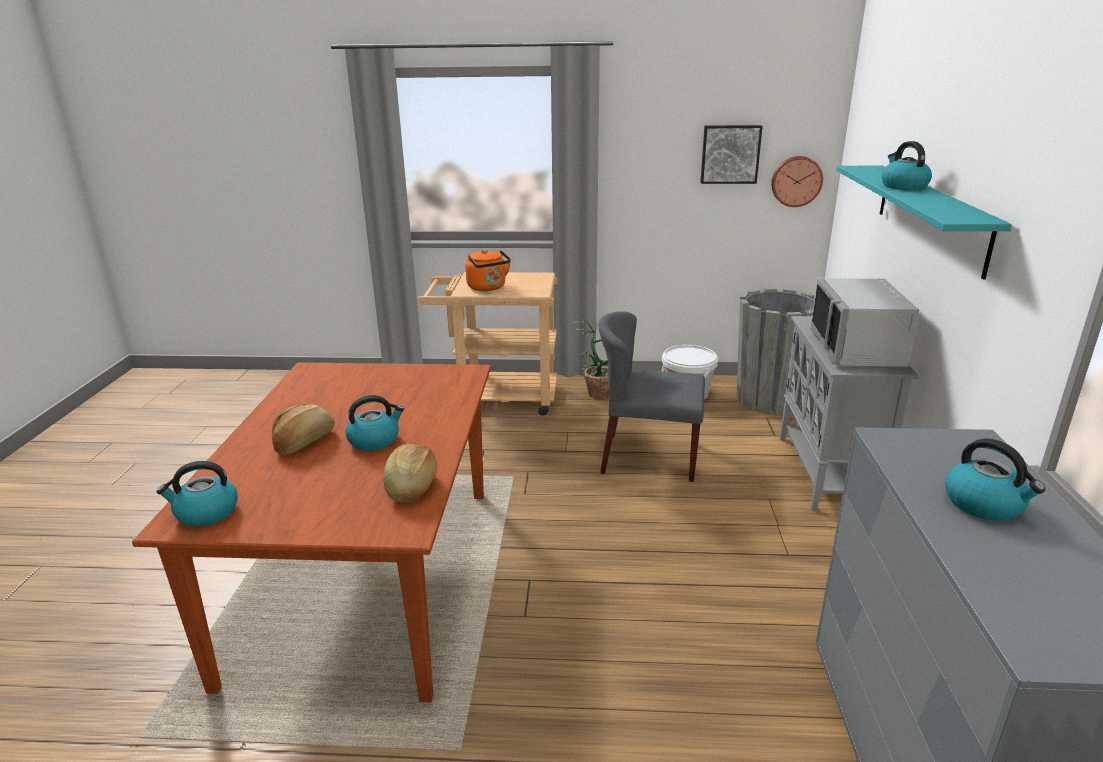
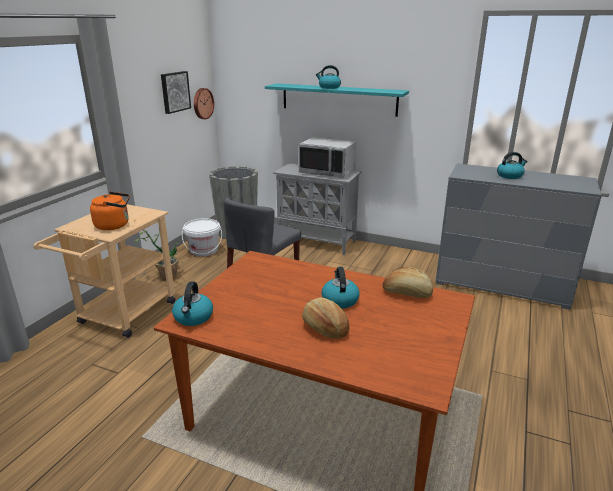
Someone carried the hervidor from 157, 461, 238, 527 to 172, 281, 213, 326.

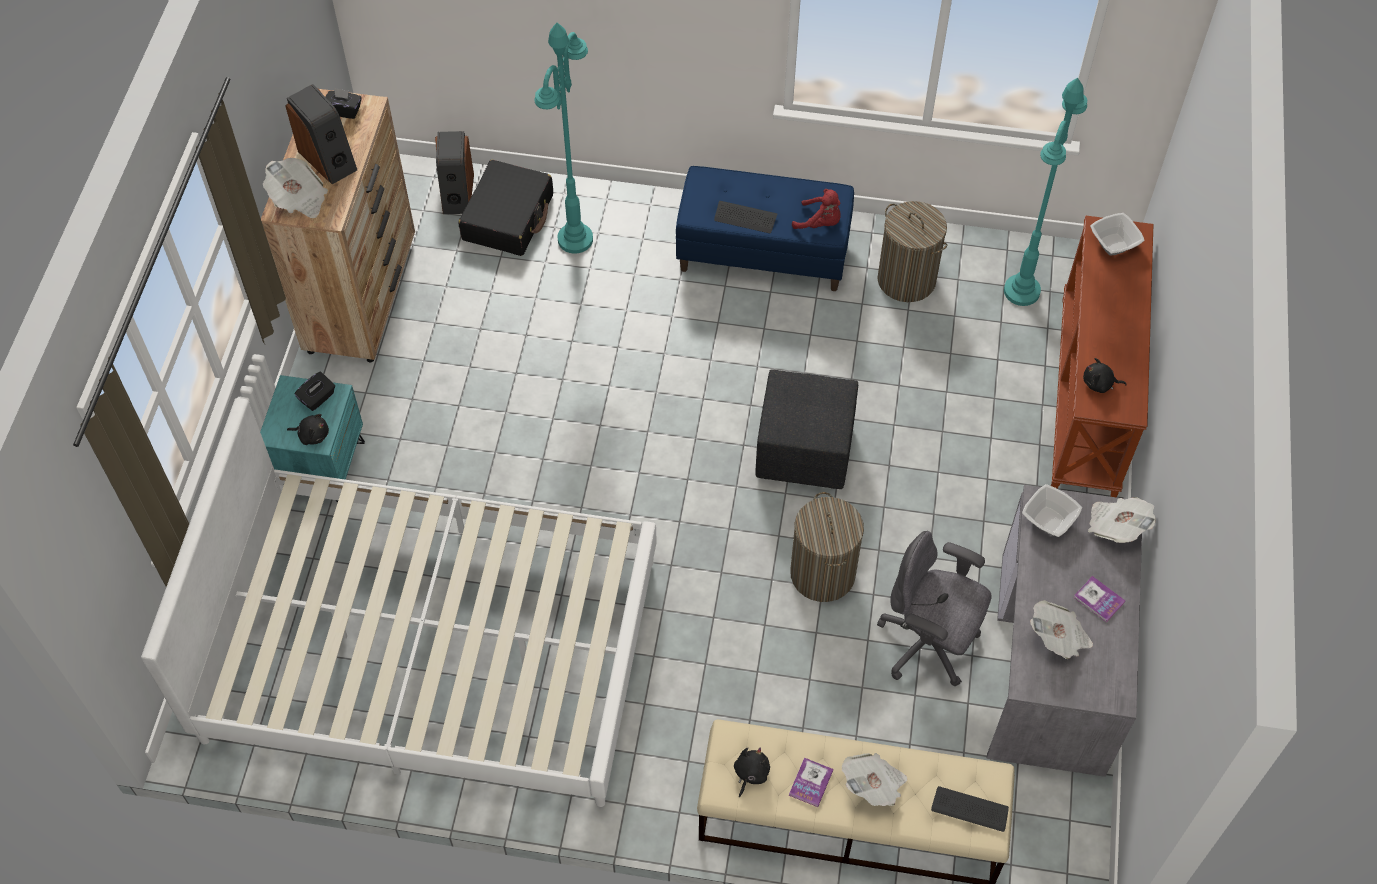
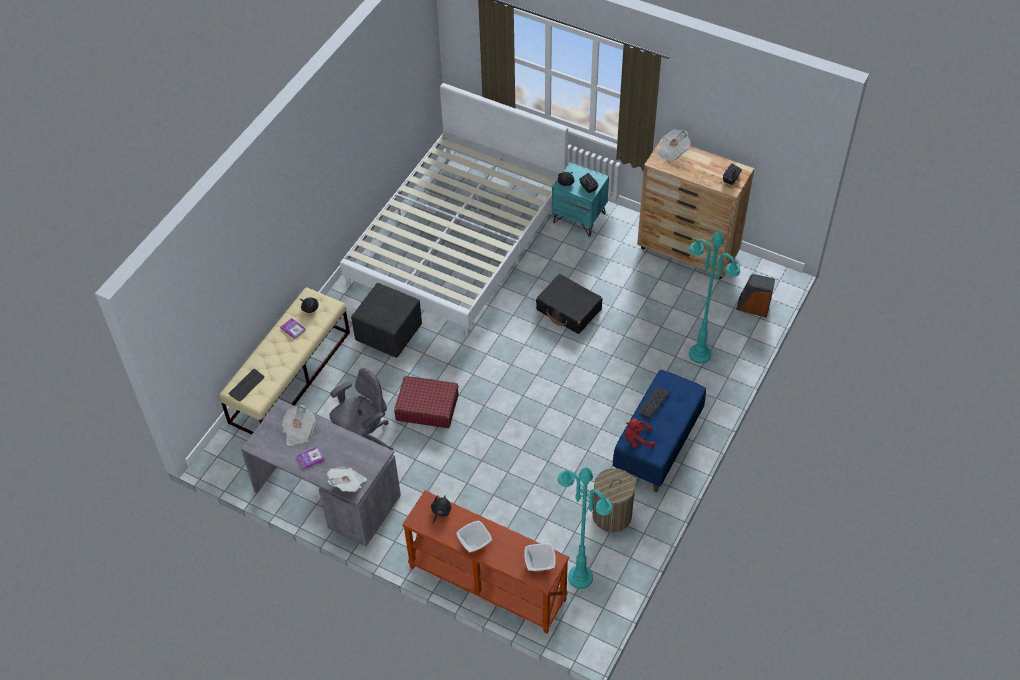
Someone took away the altavoz at 285, 84, 357, 184. Someone carried the maleta [negro] from 458, 160, 553, 256 to 536, 274, 603, 334. Someone carried the puf [negro] from 755, 369, 858, 489 to 351, 283, 422, 358. Someone swapped the cesto de la ropa at 790, 492, 864, 602 for the maleta [rojo] at 394, 376, 459, 428. Someone rotated the peluche [rojo] at 792, 189, 841, 229 by 45 degrees clockwise. Someone took away the periódico at 842, 753, 907, 806. Someone carried the cuenco from 1022, 484, 1082, 537 to 456, 520, 492, 552.

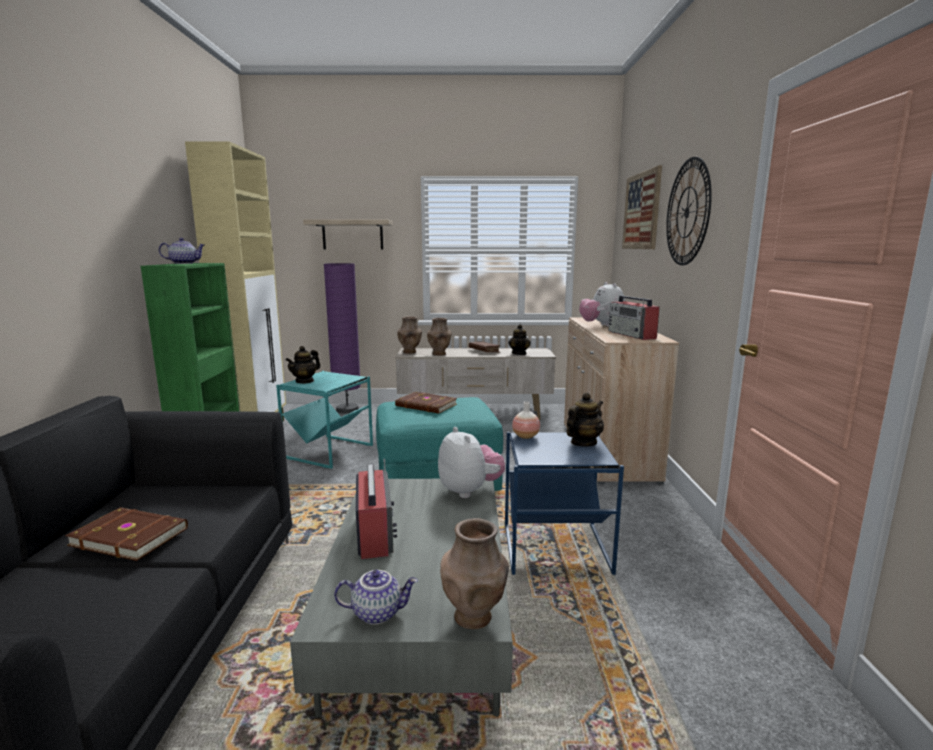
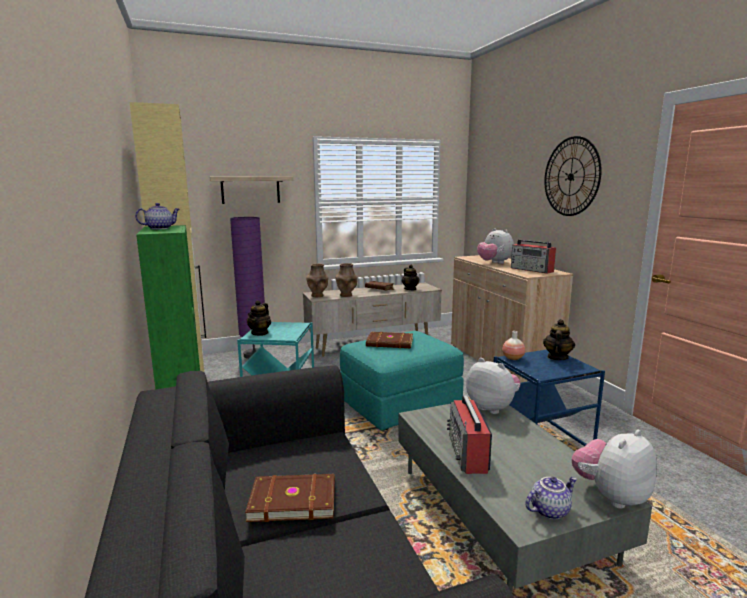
Someone rotated the radio at 356, 459, 397, 559 by 150 degrees counterclockwise. Someone swapped the florero [marrón] at 440, 518, 509, 629 for the peluche at 572, 430, 657, 509. Someone took away the cuadro at 622, 165, 662, 249.

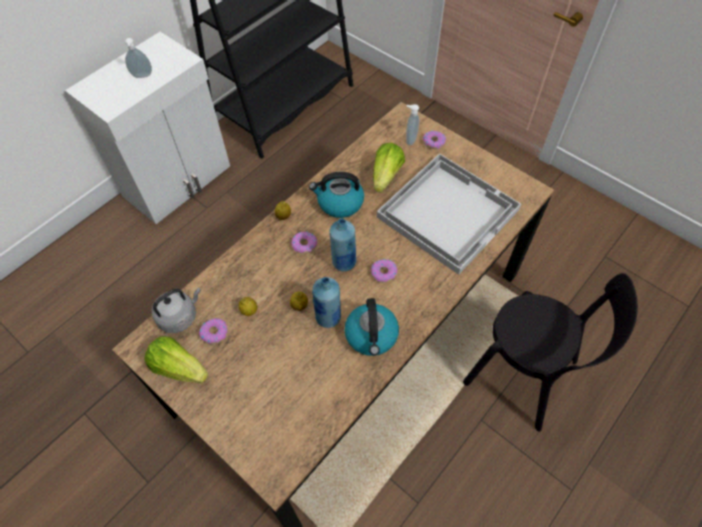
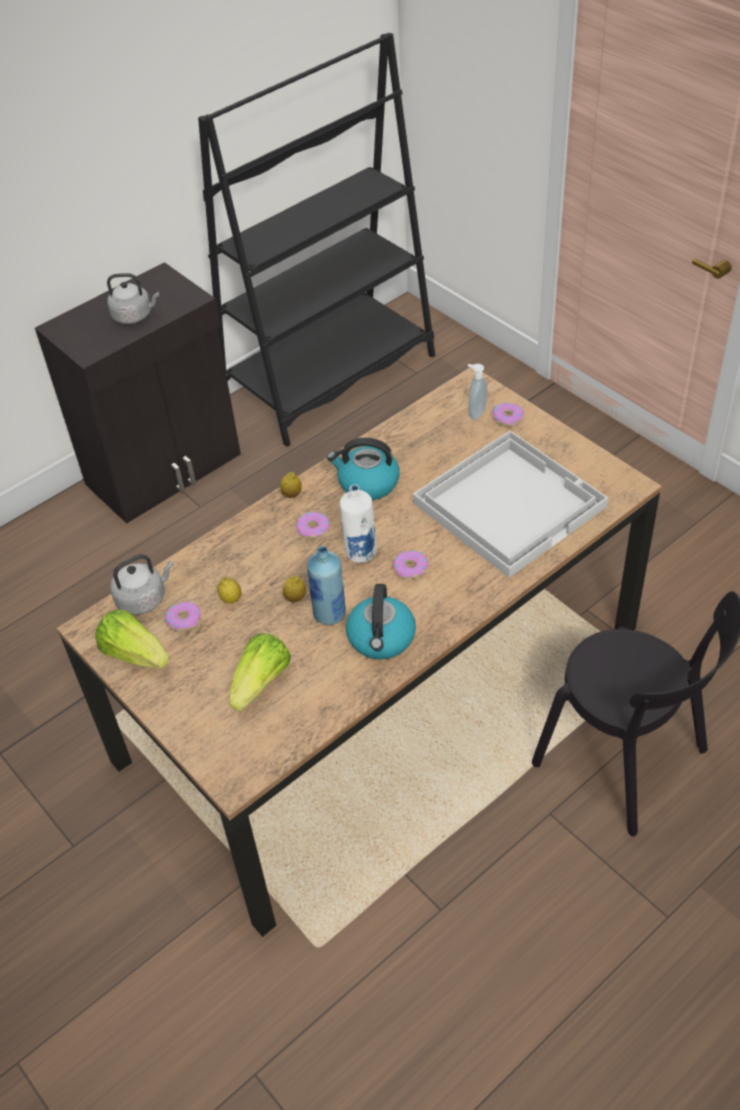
Someone repainted the armario [blanco] at 65, 32, 230, 224, which became the armario [negro] at 35, 262, 241, 524. Someone swapped the dispensador de jabón at 125, 38, 152, 78 for the hervidor [gris] at 107, 273, 159, 324. Someone repainted the botella [azul] at 329, 218, 356, 272, which became the botella [blanco] at 340, 484, 377, 563. Someone carried the lechuga from 373, 143, 405, 193 to 229, 634, 291, 711.

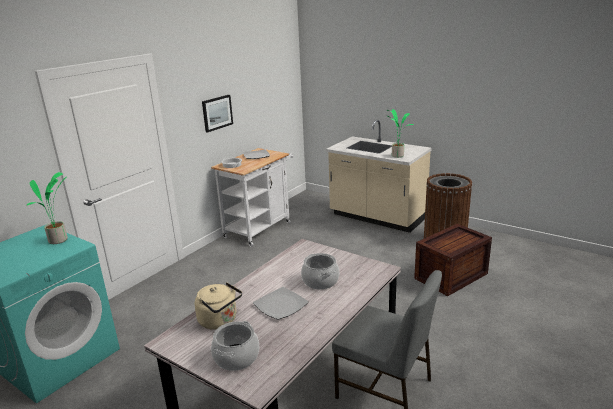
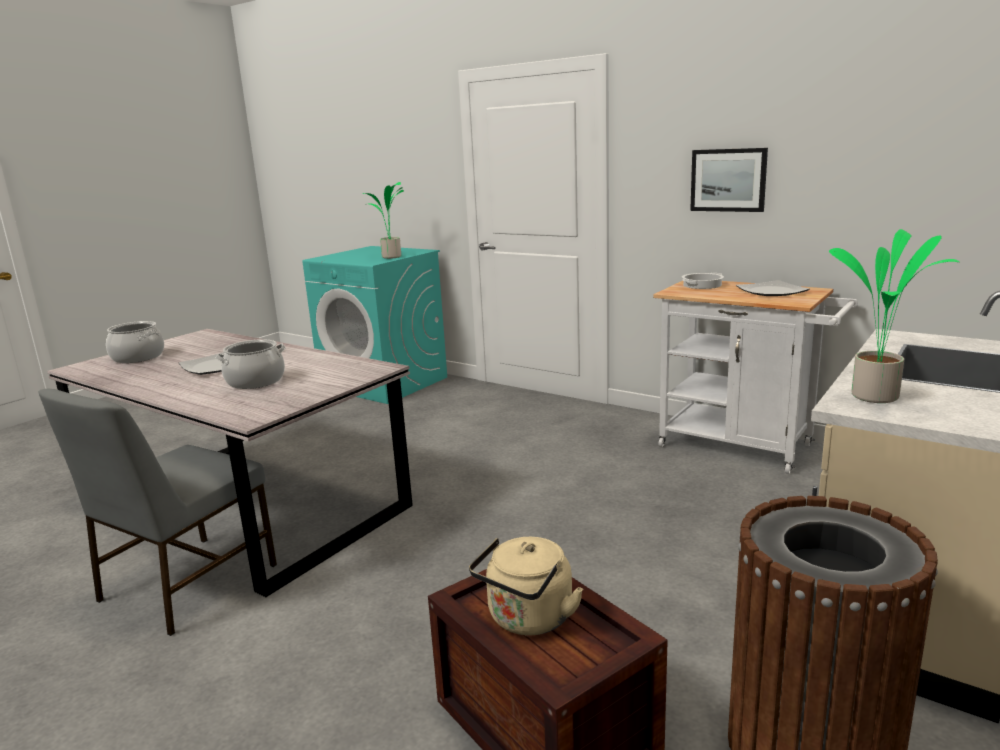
Someone carried the hervidor [beis] from 195, 282, 242, 330 to 469, 537, 583, 635.

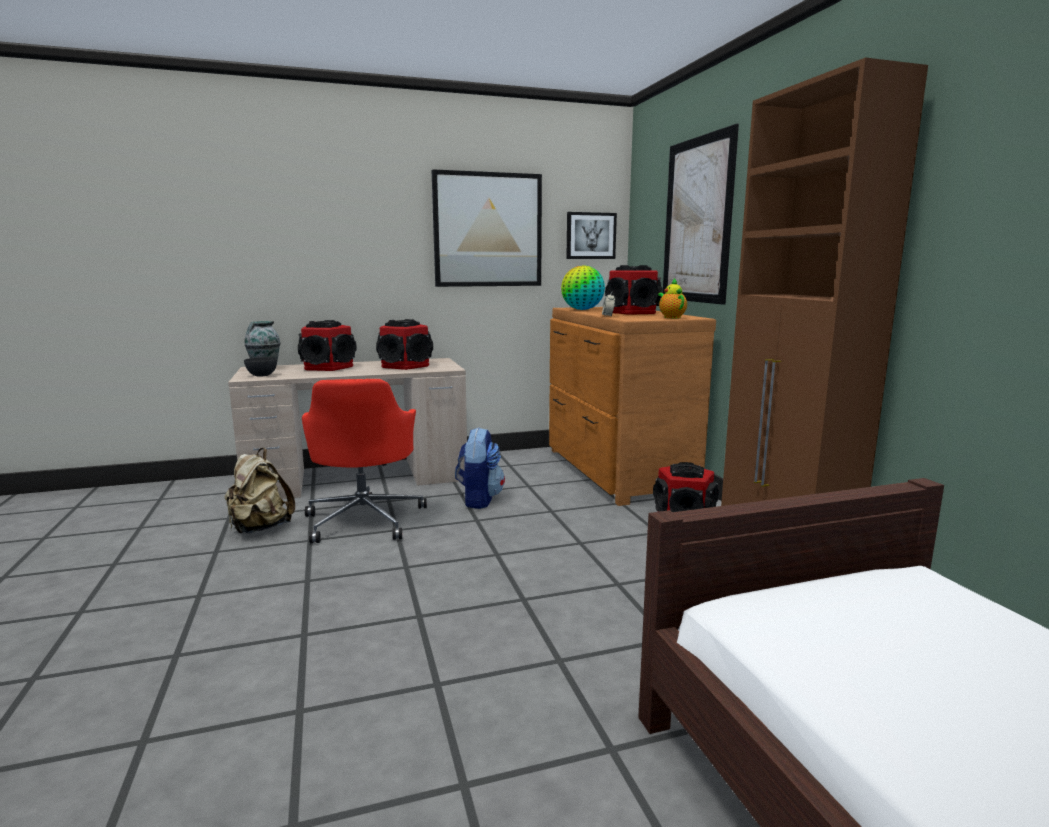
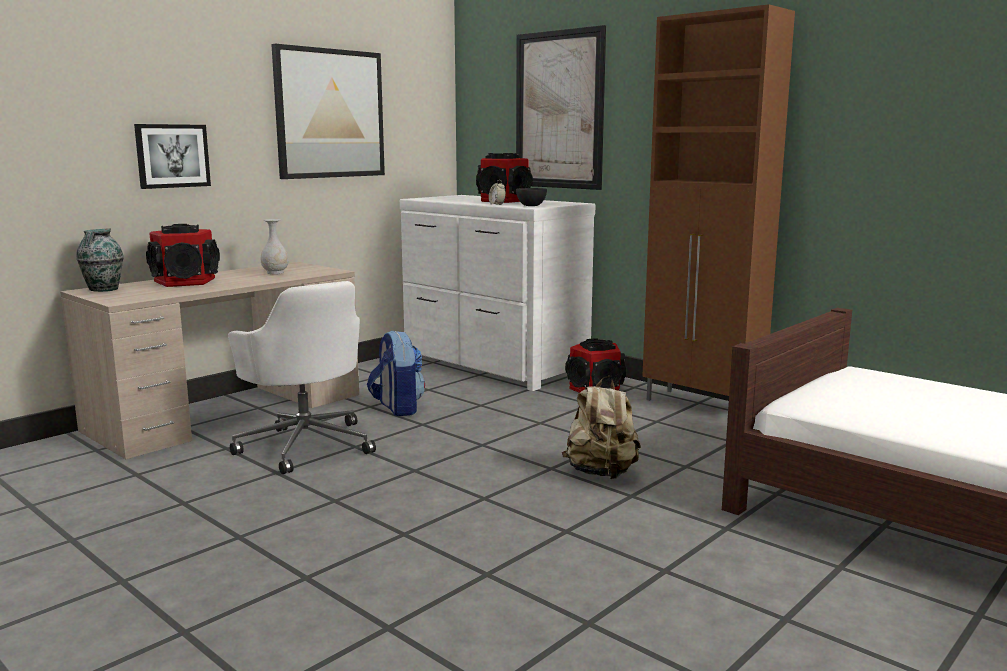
Someone carried the mochila [beis] from 224, 448, 295, 534 to 562, 376, 641, 479. Someone carried the cuenco [gris] from 244, 357, 277, 377 to 516, 188, 547, 206. Someone repainted the silla de oficina [rojo] at 302, 379, 427, 543, which became the silla de oficina [blanco] at 228, 281, 376, 474. Someone swapped the altavoz at 376, 319, 433, 370 for the florero [blanco] at 260, 219, 289, 274. Someone repainted the cómoda [marrón] at 549, 307, 716, 506, which became the cómoda [blanco] at 400, 195, 595, 391. Someone took away the globo terráqueo at 561, 265, 605, 310. Someone carried the cuadro from 566, 212, 617, 259 to 134, 124, 211, 189. Someone took away the tetera at 658, 278, 687, 318.

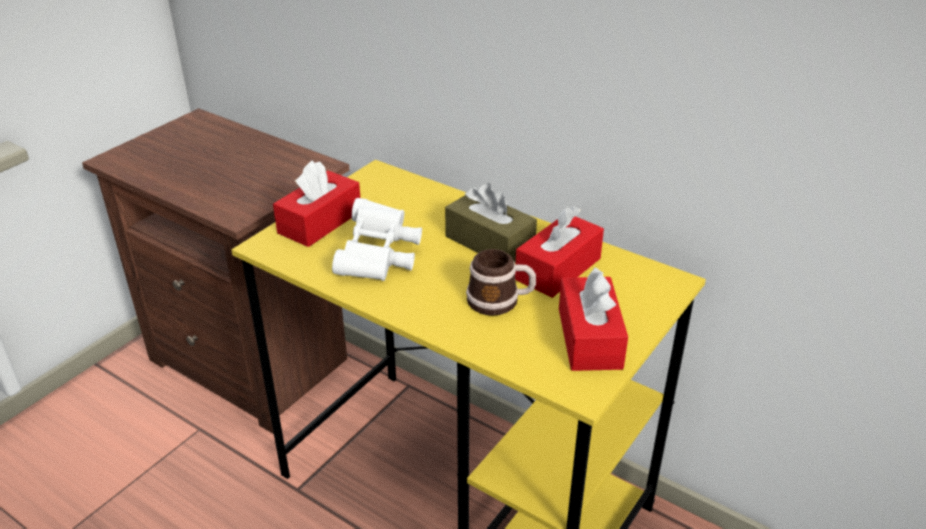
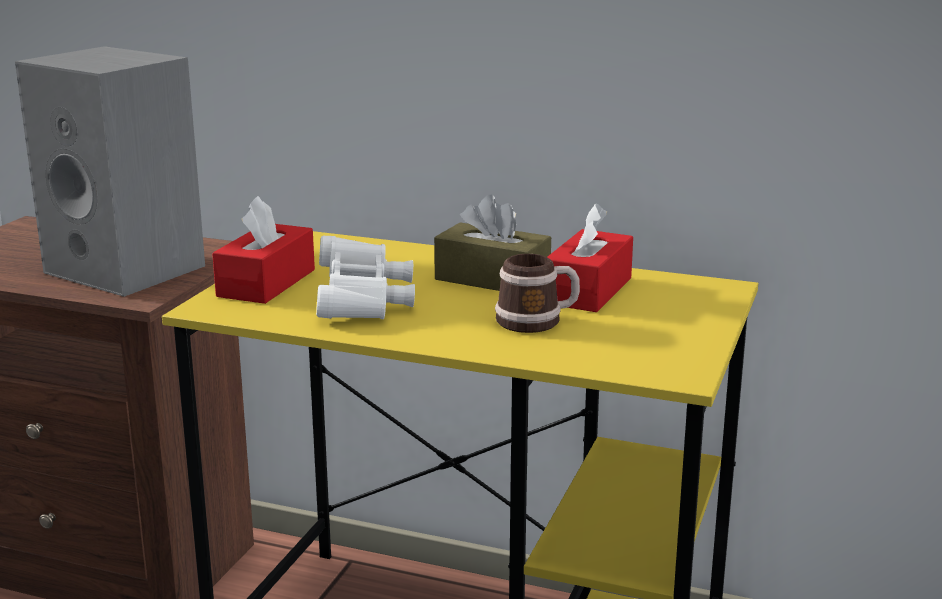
Someone took away the caja de pañuelos [rojo] at 559, 267, 628, 371. Someone put down the altavoz [gris] at 15, 46, 205, 297.

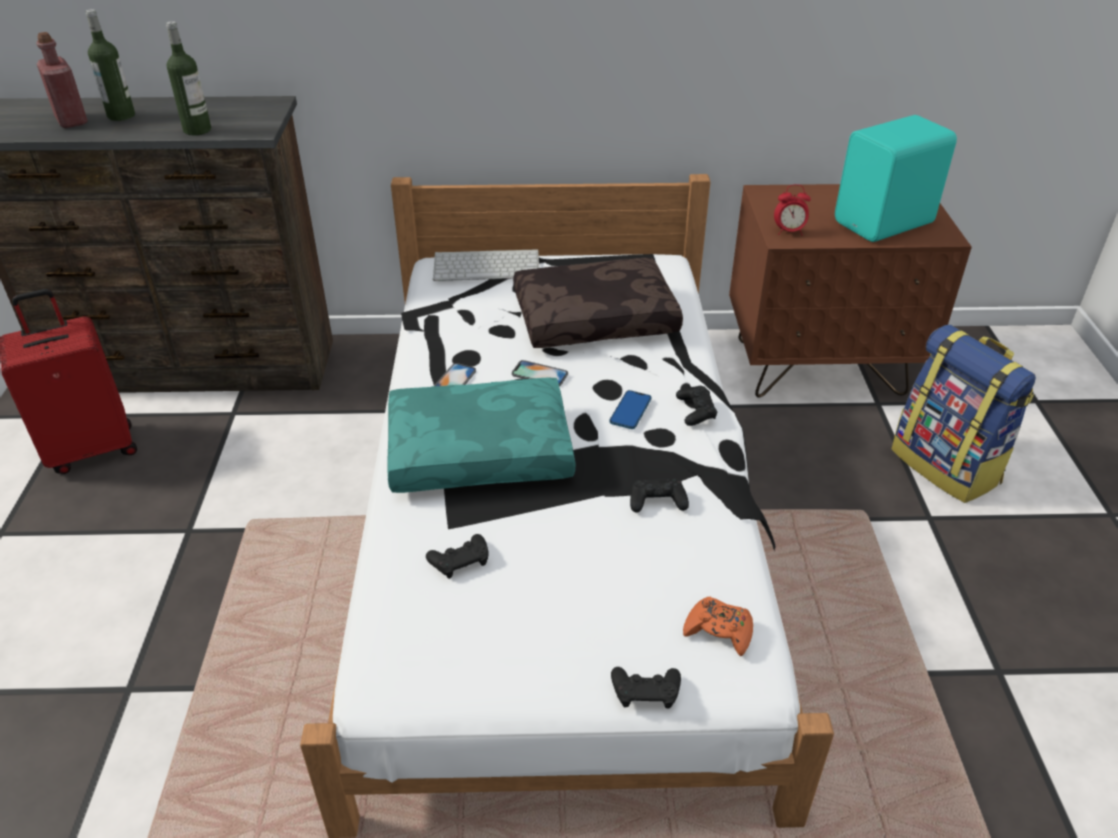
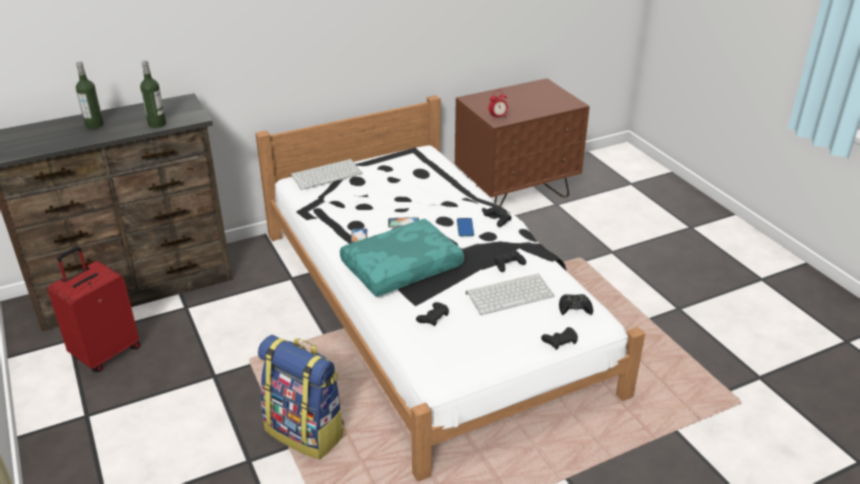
Someone took away the botella [rojo] at 36, 32, 88, 128. Someone took away the cojín [marrón] at 513, 258, 683, 348. Someone repainted the mando de consola [naranja] at 683, 597, 753, 656, which became the mando de consola [negro] at 559, 294, 593, 315. Someone took away the altavoz [turquesa] at 835, 115, 957, 242. Someone carried the mochila from 891, 325, 1036, 503 to 258, 335, 345, 460. Someone put down the teclado at 466, 274, 554, 315.

